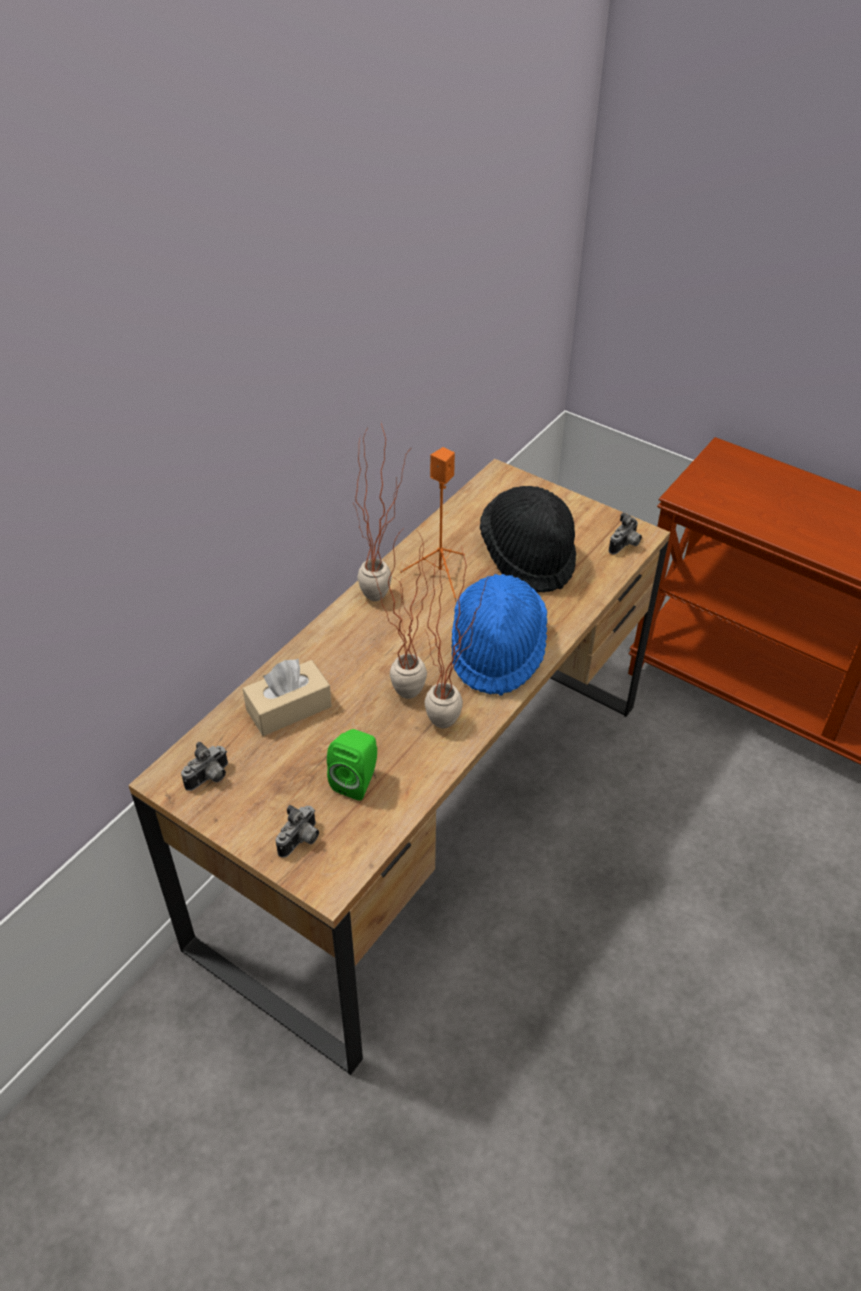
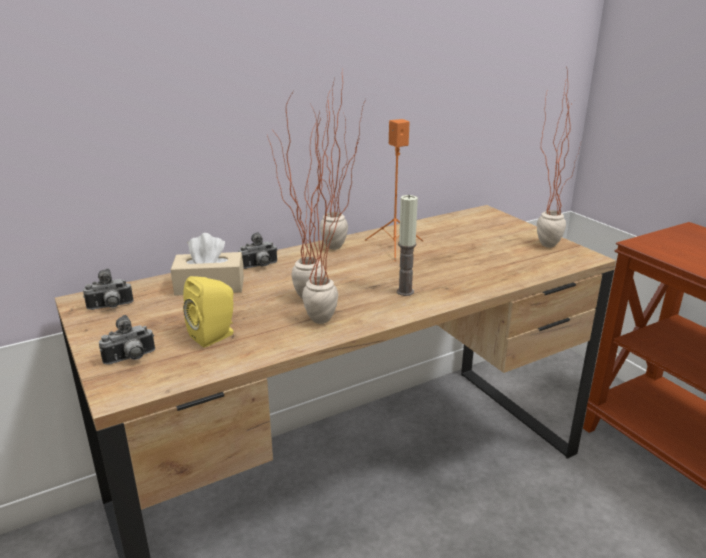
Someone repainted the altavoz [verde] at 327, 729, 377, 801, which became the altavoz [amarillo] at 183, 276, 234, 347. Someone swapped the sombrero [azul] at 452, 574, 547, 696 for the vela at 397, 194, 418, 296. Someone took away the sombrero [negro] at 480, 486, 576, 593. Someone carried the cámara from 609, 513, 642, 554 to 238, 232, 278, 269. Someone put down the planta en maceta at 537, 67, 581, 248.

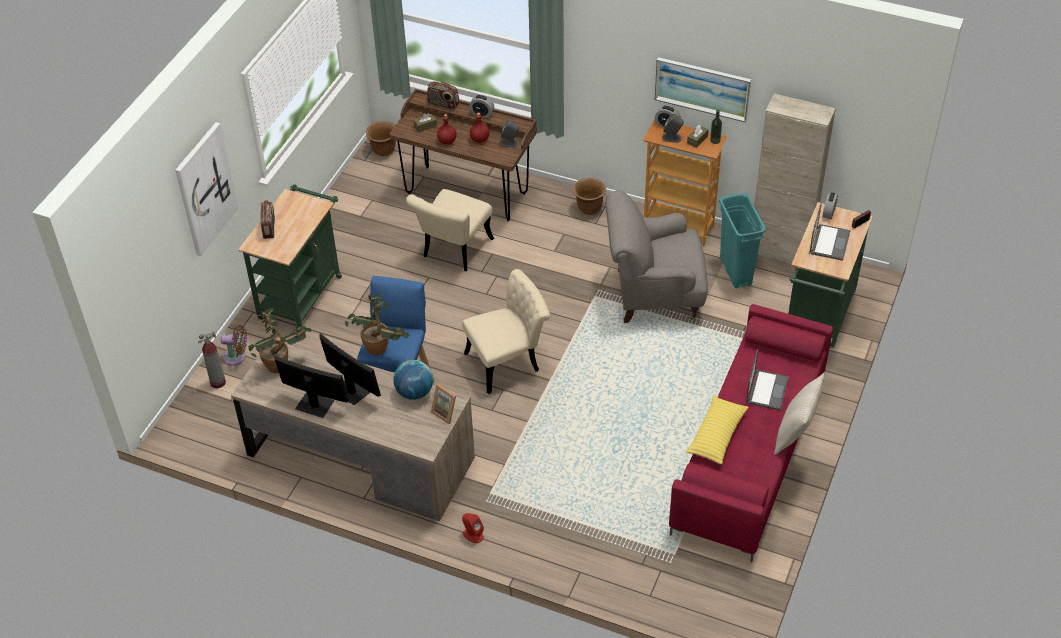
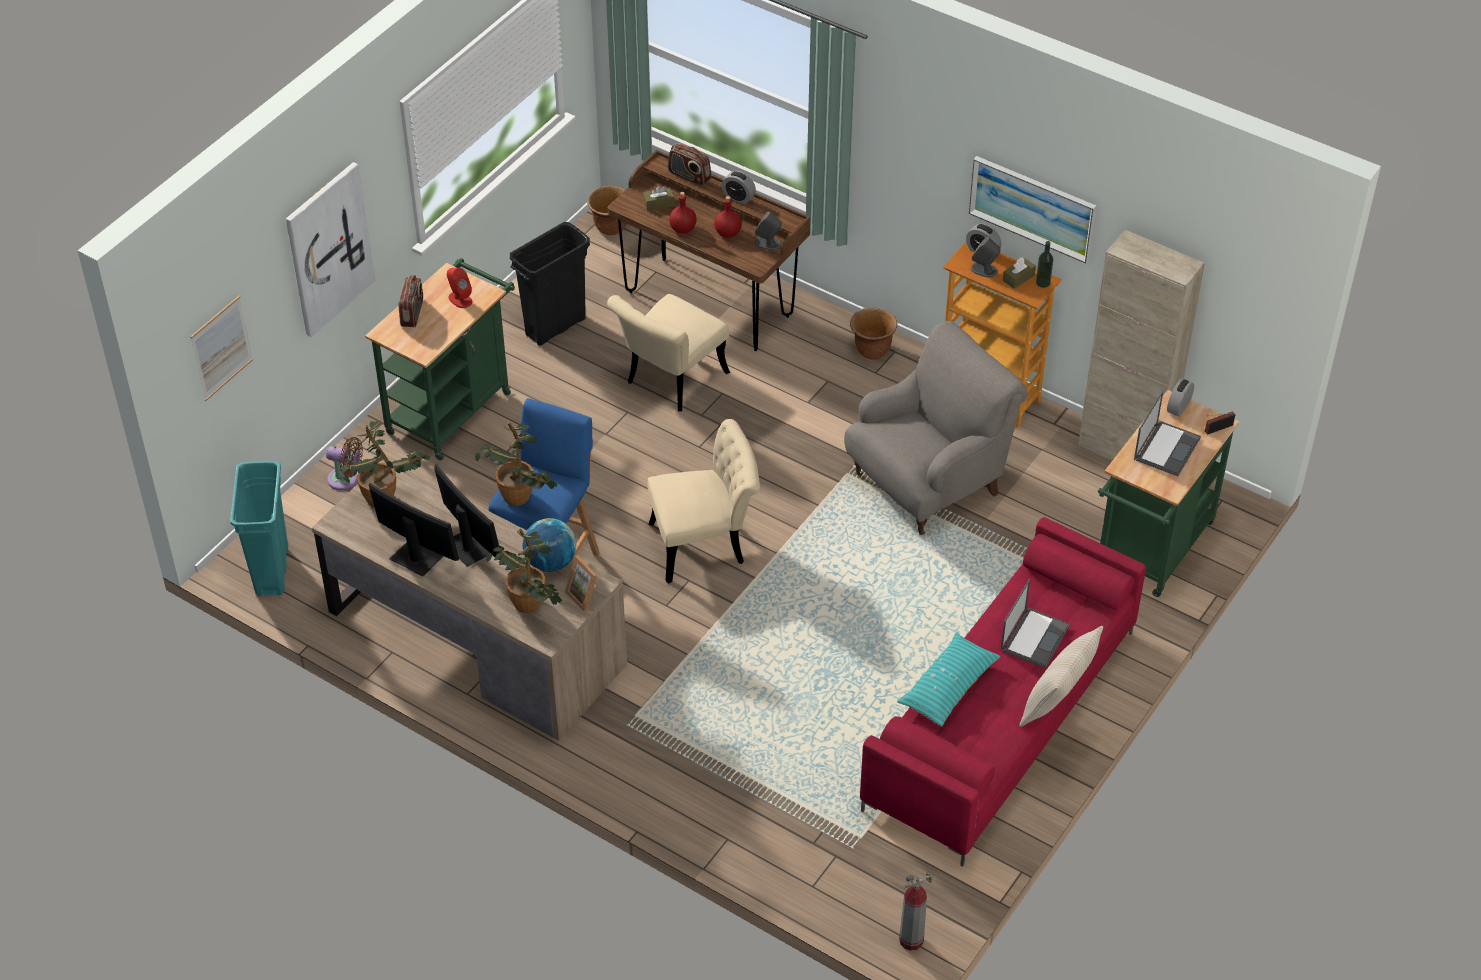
Someone carried the extintor from 198, 332, 226, 389 to 899, 872, 932, 951. Someone carried the altavoz [rojo] from 462, 513, 484, 543 to 447, 268, 472, 308. Someone rotated the sillón [gris] at 606, 190, 708, 323 by 135 degrees clockwise. Someone repainted the cojín [amarillo] at 685, 395, 749, 465, which became the cojín [turquesa] at 897, 632, 1001, 727. Someone carried the papelera [turquesa] from 719, 193, 766, 288 to 230, 461, 288, 596. Someone put up the cuadro at 190, 296, 253, 401. Someone put down the planta en maceta at 486, 528, 562, 613. Someone put down the papelera [negro] at 510, 222, 590, 346.

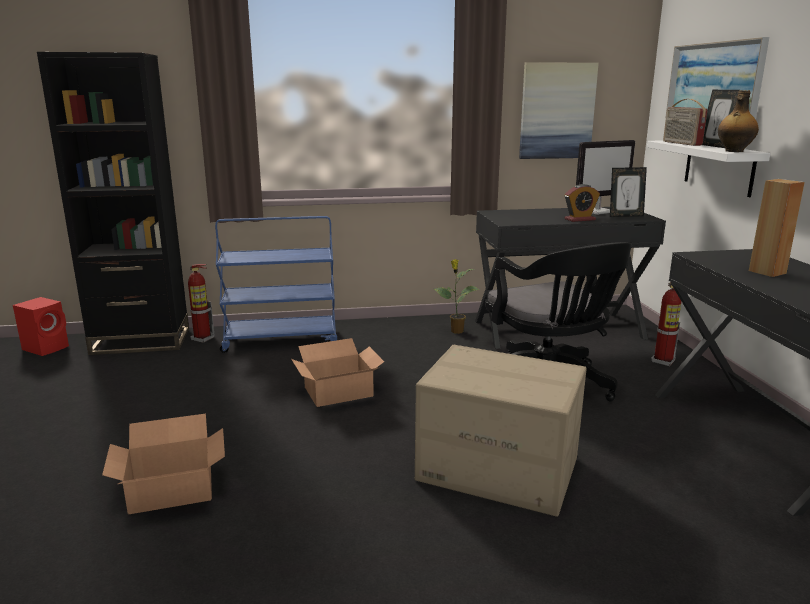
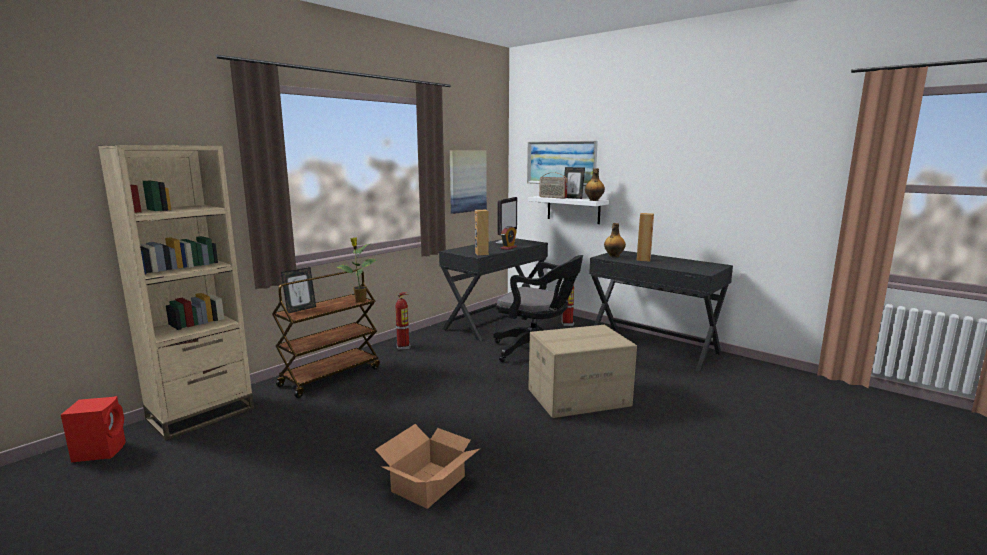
Someone repainted the estantería [negro] at 37, 52, 189, 355, which became the estantería [beis] at 98, 145, 254, 440. Someone carried the extintor from 188, 264, 215, 343 to 396, 292, 410, 350. Someone repainted the carrito [azul] at 215, 216, 337, 353, which became the carrito [marrón] at 272, 269, 380, 398. Someone took away the caja de cartón at 291, 338, 384, 407. Someone carried the planta en maceta from 434, 259, 480, 334 to 336, 237, 378, 303. Someone carried the portarretratos from 610, 167, 647, 217 to 281, 267, 316, 313. Someone put down the altavoz [marrón] at 475, 210, 489, 256. Someone put down the botella at 604, 223, 626, 257.

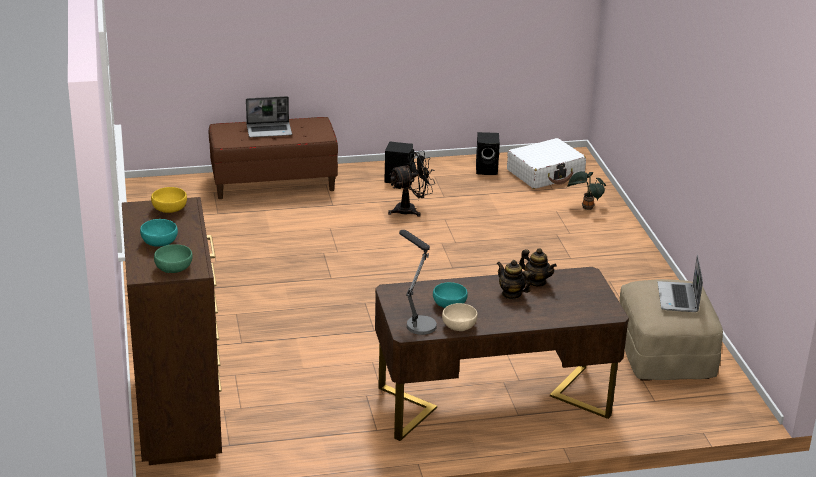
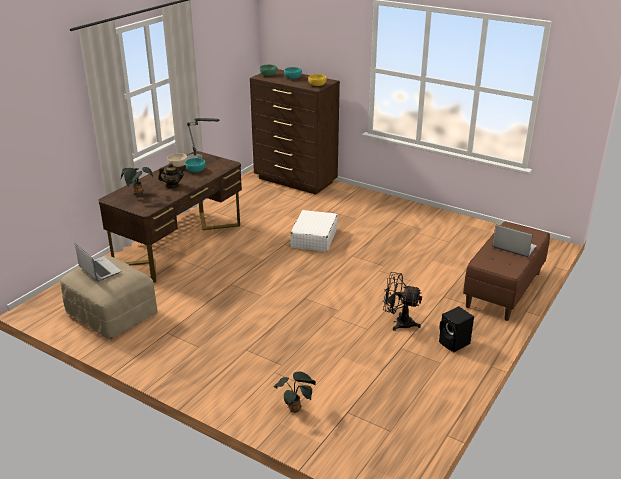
Someone rotated the portátil at 246, 96, 292, 137 by 90 degrees clockwise. Someone rotated the ventilador [negro] at 388, 151, 435, 217 by 90 degrees clockwise. Someone took away the altavoz [negro] at 476, 132, 500, 175. Someone carried the maleta [blanco] from 507, 138, 586, 189 to 290, 210, 338, 252. Someone took away the tetera at 519, 248, 557, 286. Someone put down the planta en maceta at 121, 167, 153, 195.

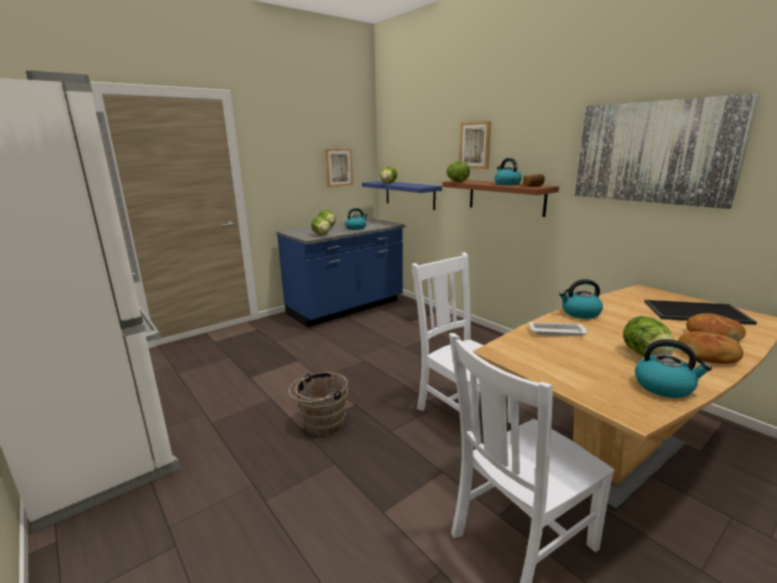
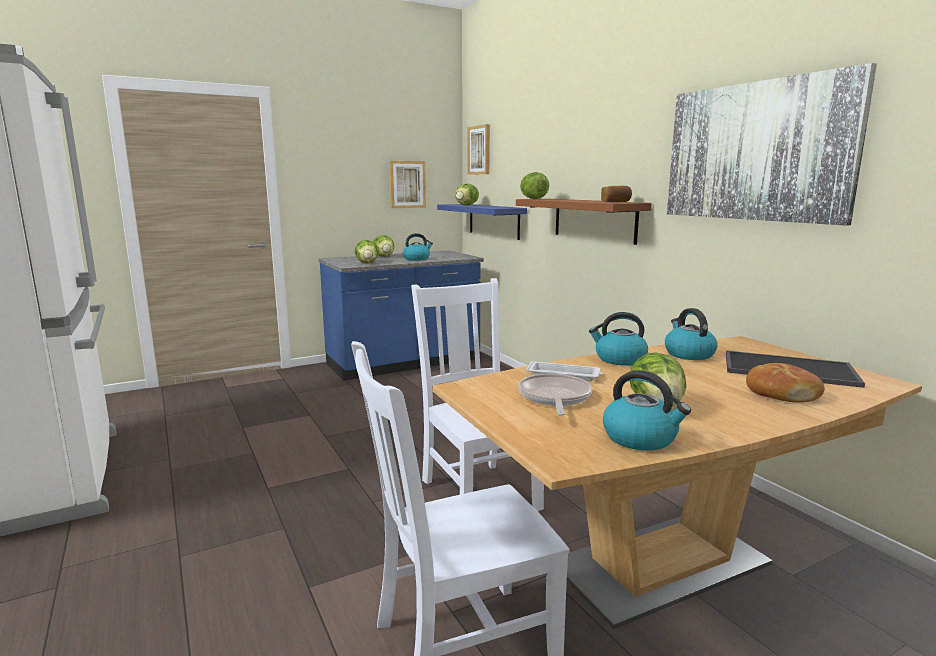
Someone took away the cubo [marrón] at 289, 372, 348, 436. Someone carried the cuadro from 459, 121, 491, 169 to 468, 124, 490, 175. Someone carried the hervidor from 494, 158, 522, 185 to 665, 308, 717, 360. Someone took away the pan at 678, 331, 743, 364. Someone put down the sartén at 518, 374, 592, 416.

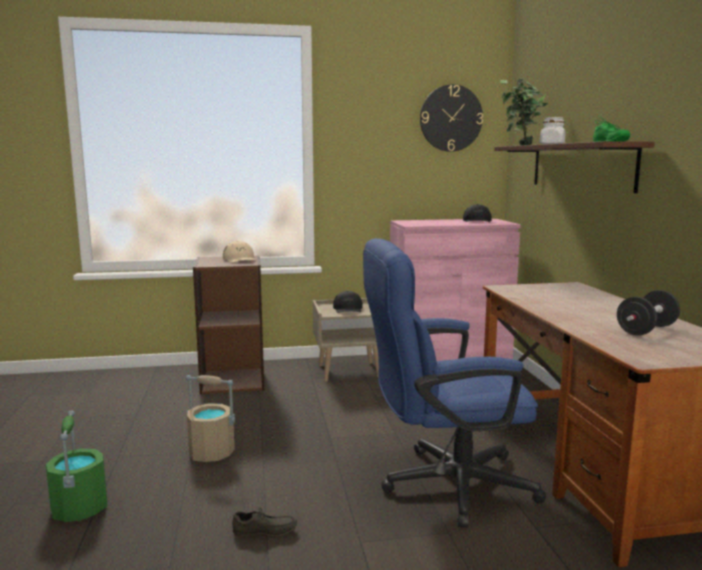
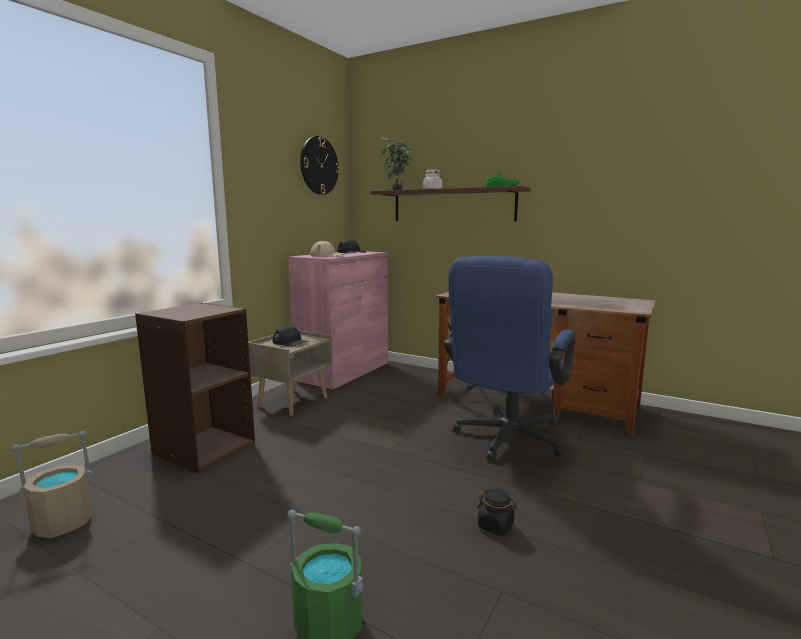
Someone carried the cubo [beis] from 186, 375, 235, 462 to 12, 431, 93, 538. Someone carried the gorra [beis] from 223, 241, 257, 262 to 310, 241, 346, 257. Someone swapped the zapato [gris] at 232, 507, 297, 537 for the tarro [negro] at 477, 488, 517, 536. Someone took away the mancuerna [negro] at 617, 290, 680, 336.

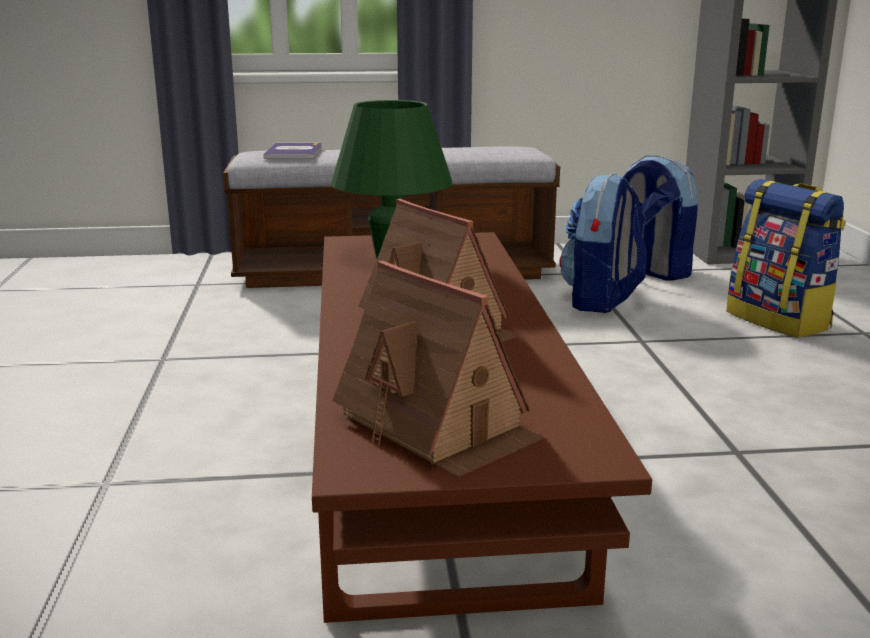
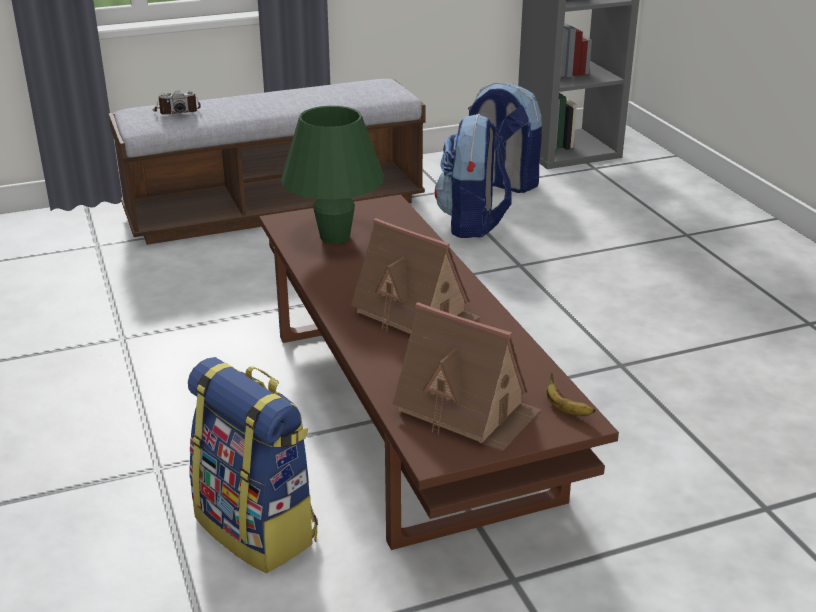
Someone swapped the libro at 263, 143, 322, 159 for the cámara at 153, 90, 201, 115. Someone carried the mochila from 726, 179, 846, 338 to 188, 357, 318, 573. Someone put down the plátano at 546, 373, 596, 416.

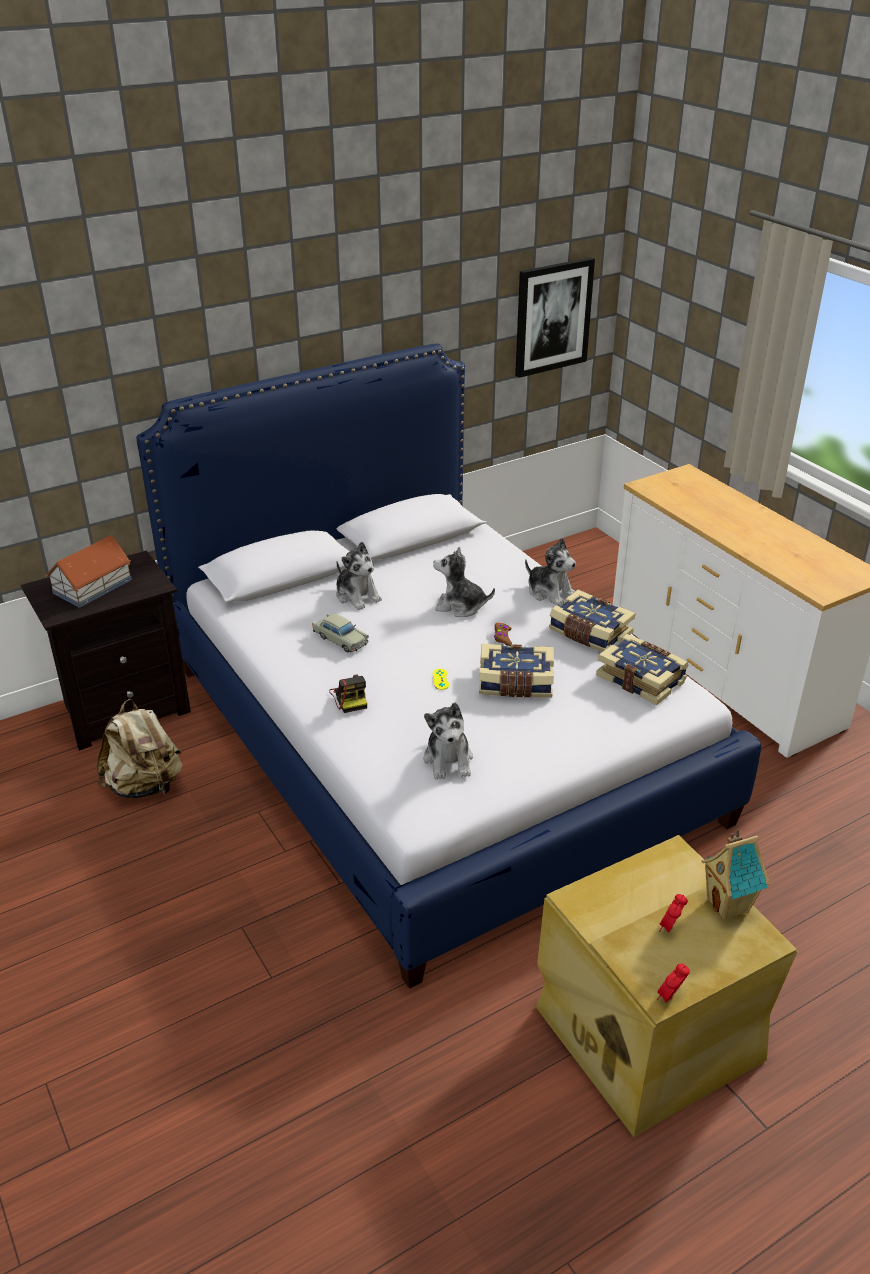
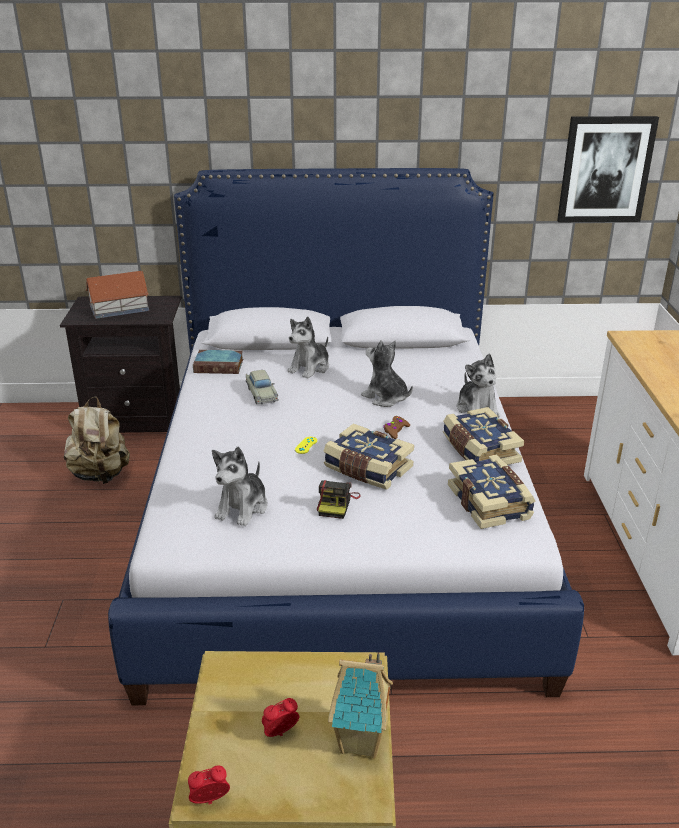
Someone carried the cámara from 329, 674, 367, 713 to 317, 480, 361, 519. Someone rotated the peluche at 336, 542, 382, 610 by 45 degrees clockwise. Someone put down the libro at 193, 350, 243, 374.

